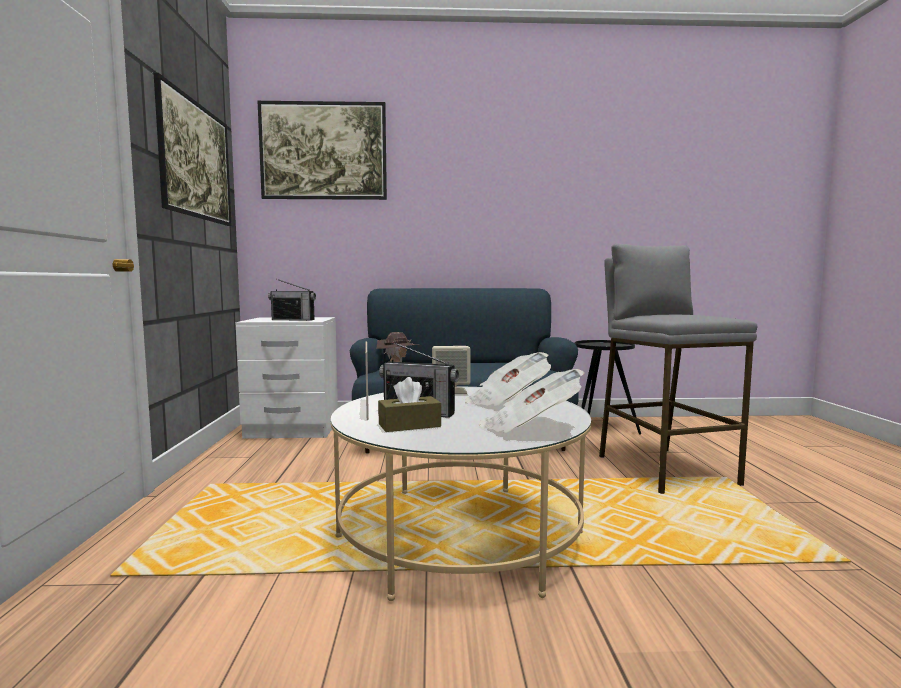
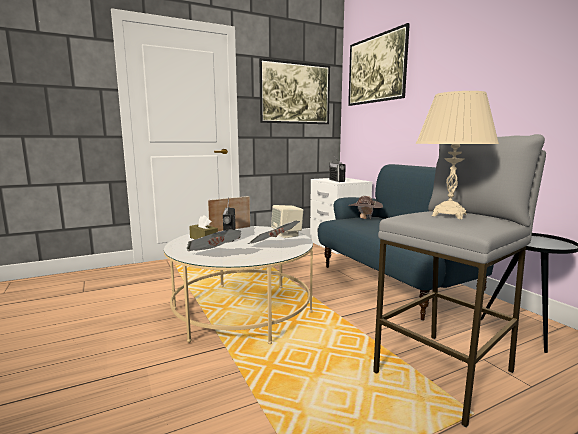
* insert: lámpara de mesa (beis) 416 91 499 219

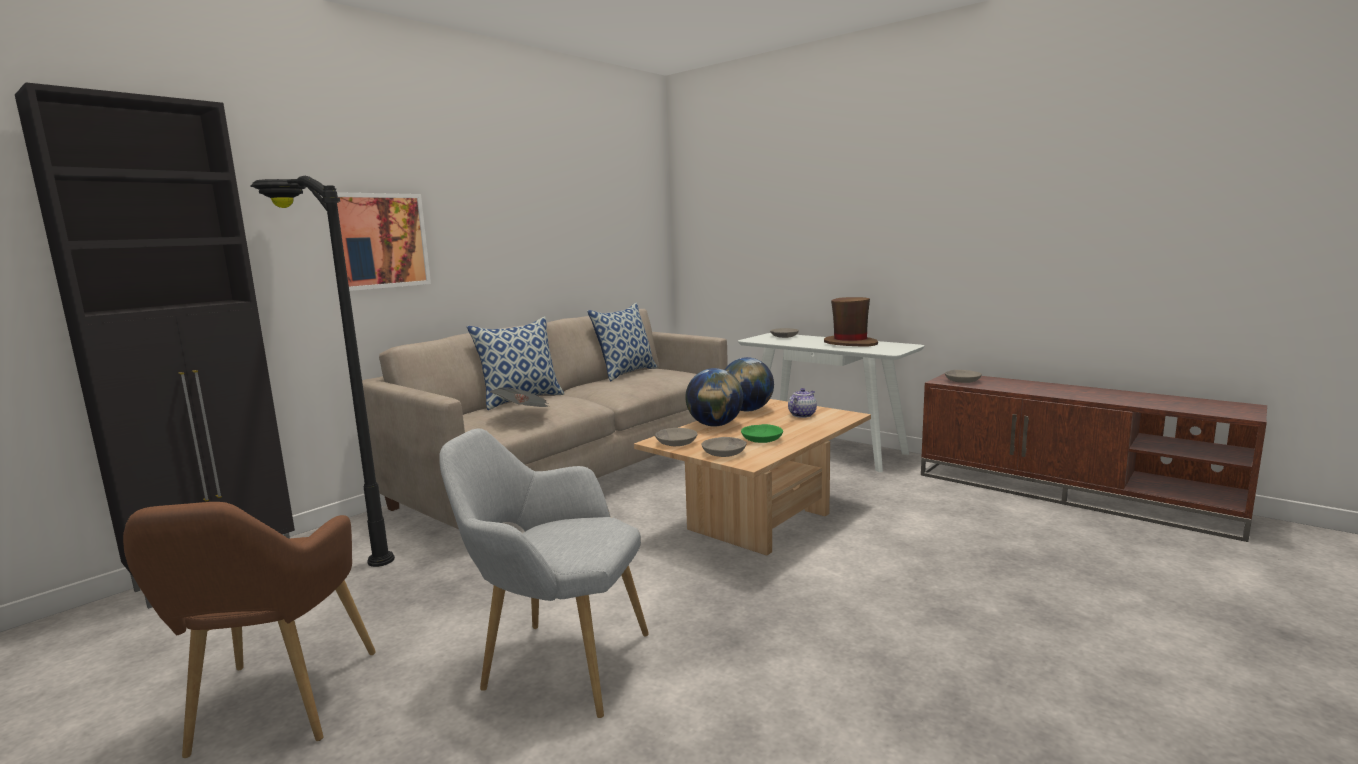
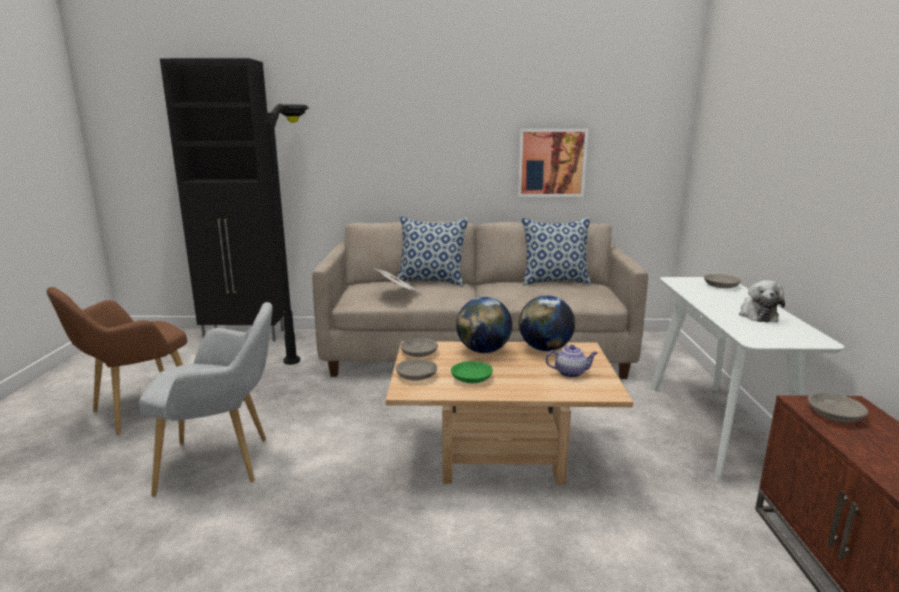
* rotate: sillón (gris) 439 429 649 718 = 139 302 273 497 105 degrees clockwise
* move: cuadro 337 192 431 291 to 518 129 588 197
* replace: sombrero (marrón) 824 297 878 346 to peluche 739 280 785 322

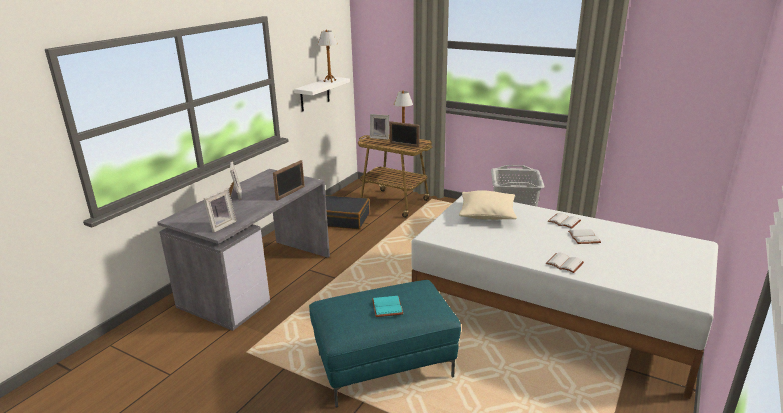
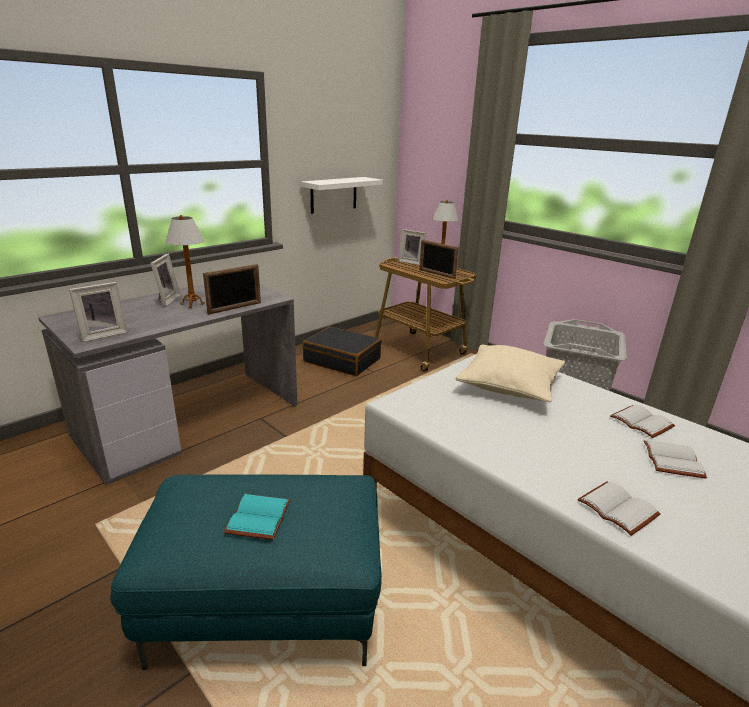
* move: lámpara de mesa 317 30 338 83 to 165 215 205 308

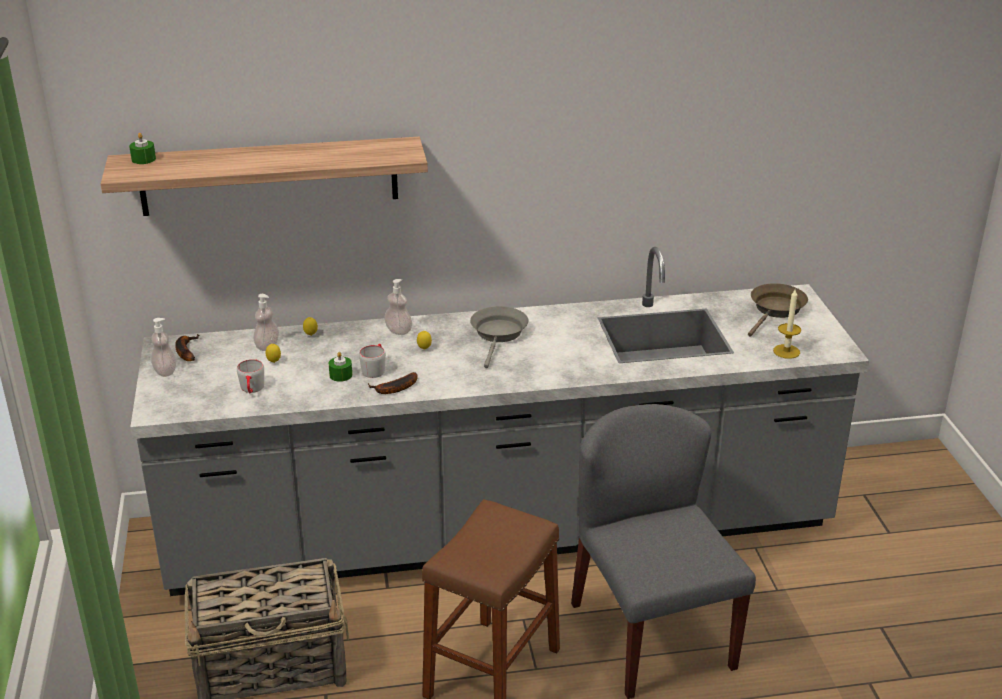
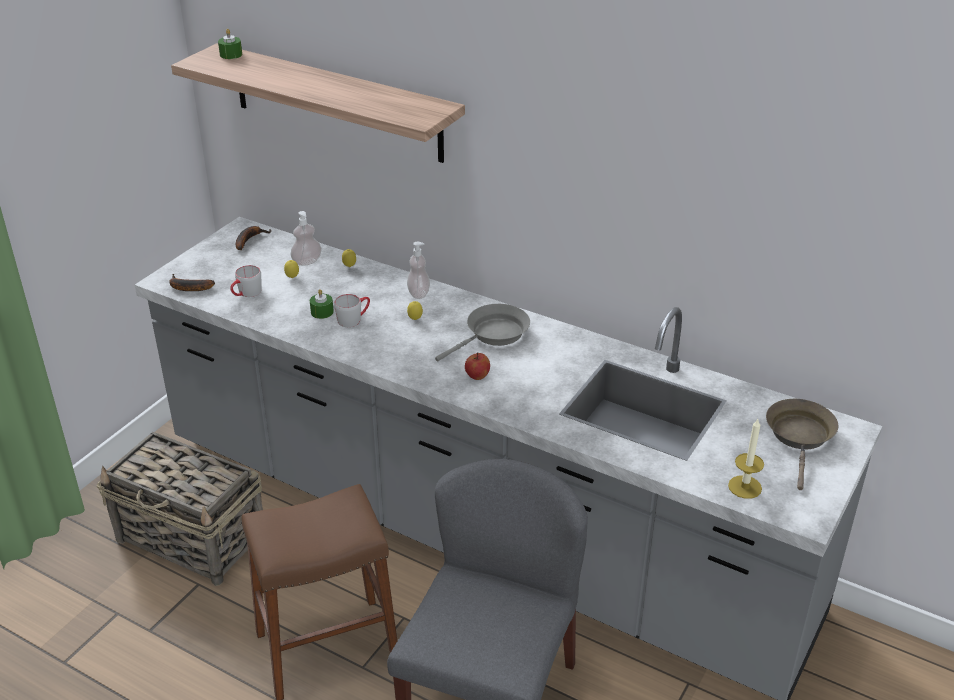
* move: plátano 368 372 418 394 to 169 274 215 291
* insert: manzana 465 352 490 380
* rotate: sartén (marrón) 748 283 808 336 = 766 399 838 490 60 degrees counterclockwise
* delete: dispensador de jabón 151 318 176 377

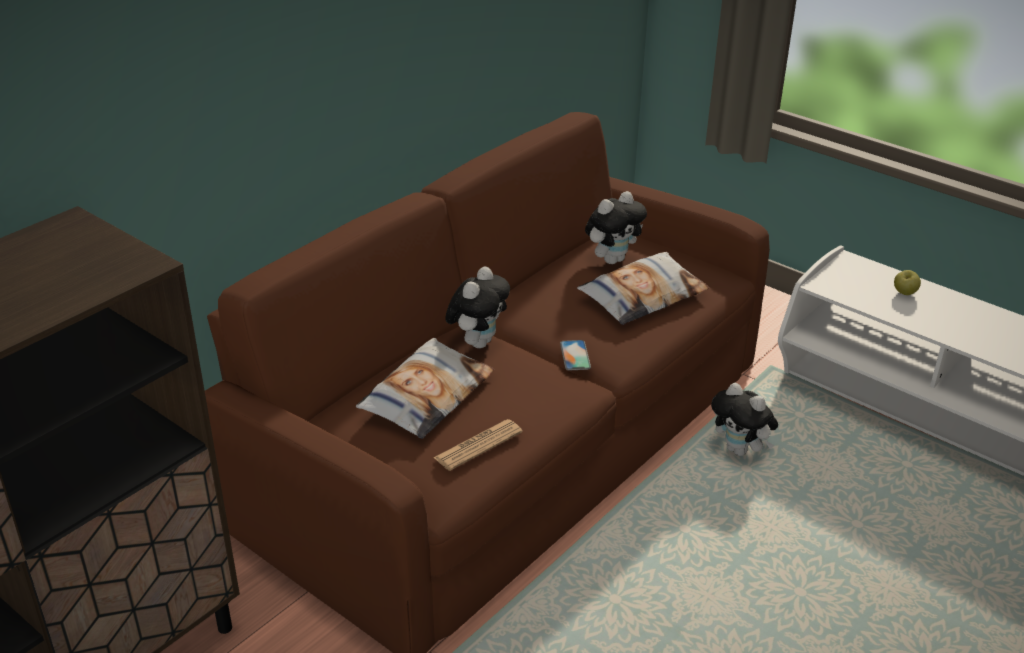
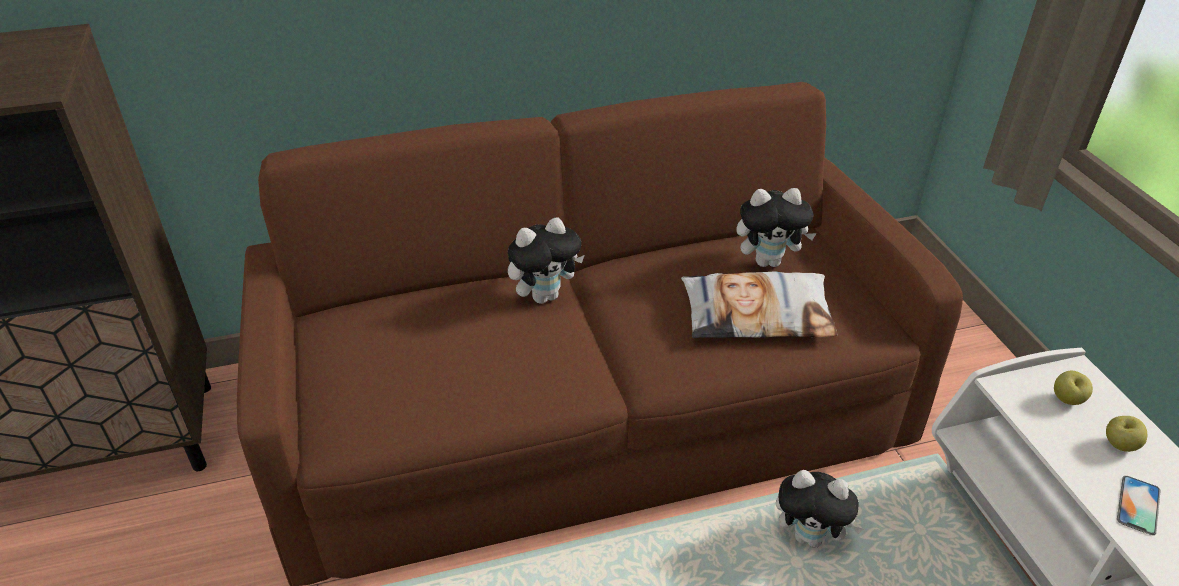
* rotate: peluche 711 383 778 456 = 776 470 864 548 60 degrees counterclockwise
* insert: manzana 1054 371 1093 405
* move: móvil 560 340 591 371 to 1117 476 1160 535
* delete: cojín 356 338 494 439
* delete: periódico 433 419 523 471

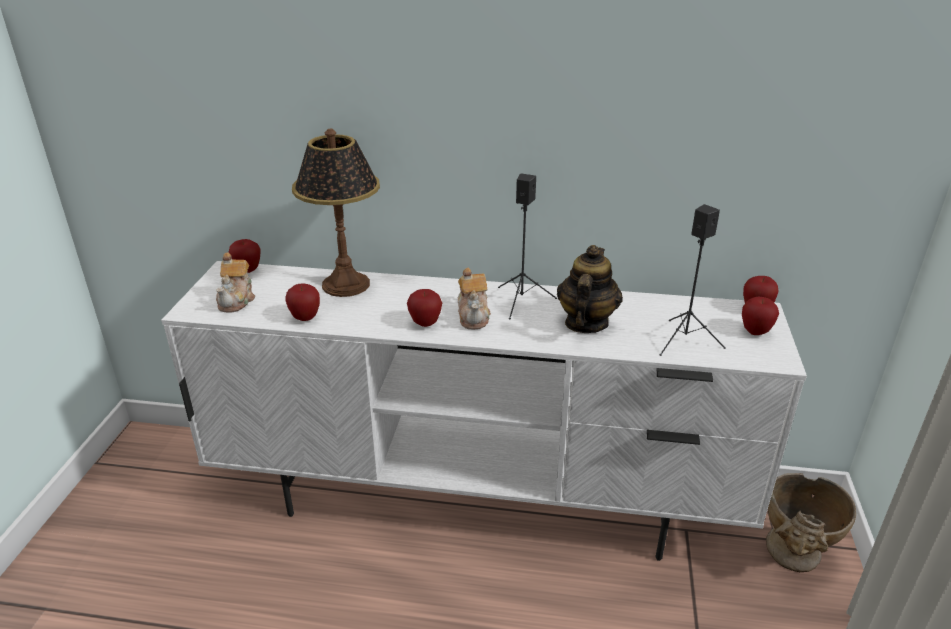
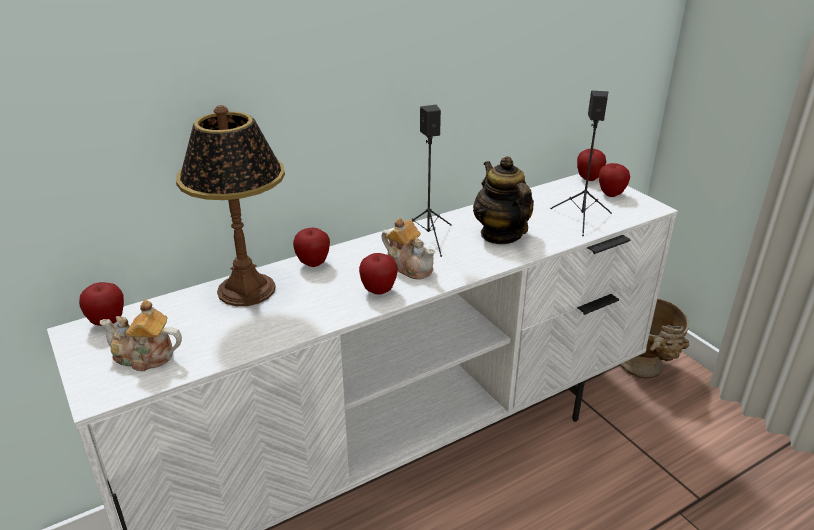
* rotate: tetera 216 253 255 313 = 100 299 182 371 135 degrees clockwise
* move: manzana 285 283 320 321 to 293 227 330 267

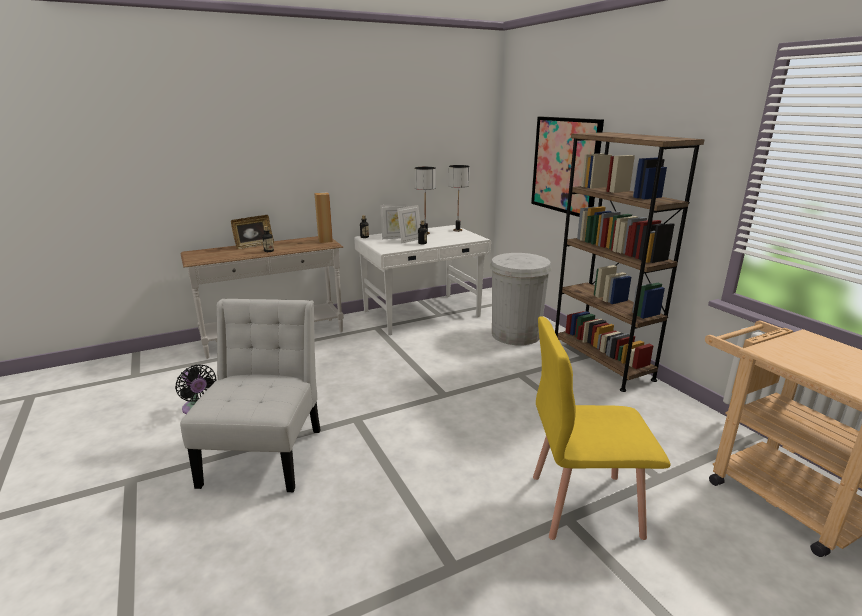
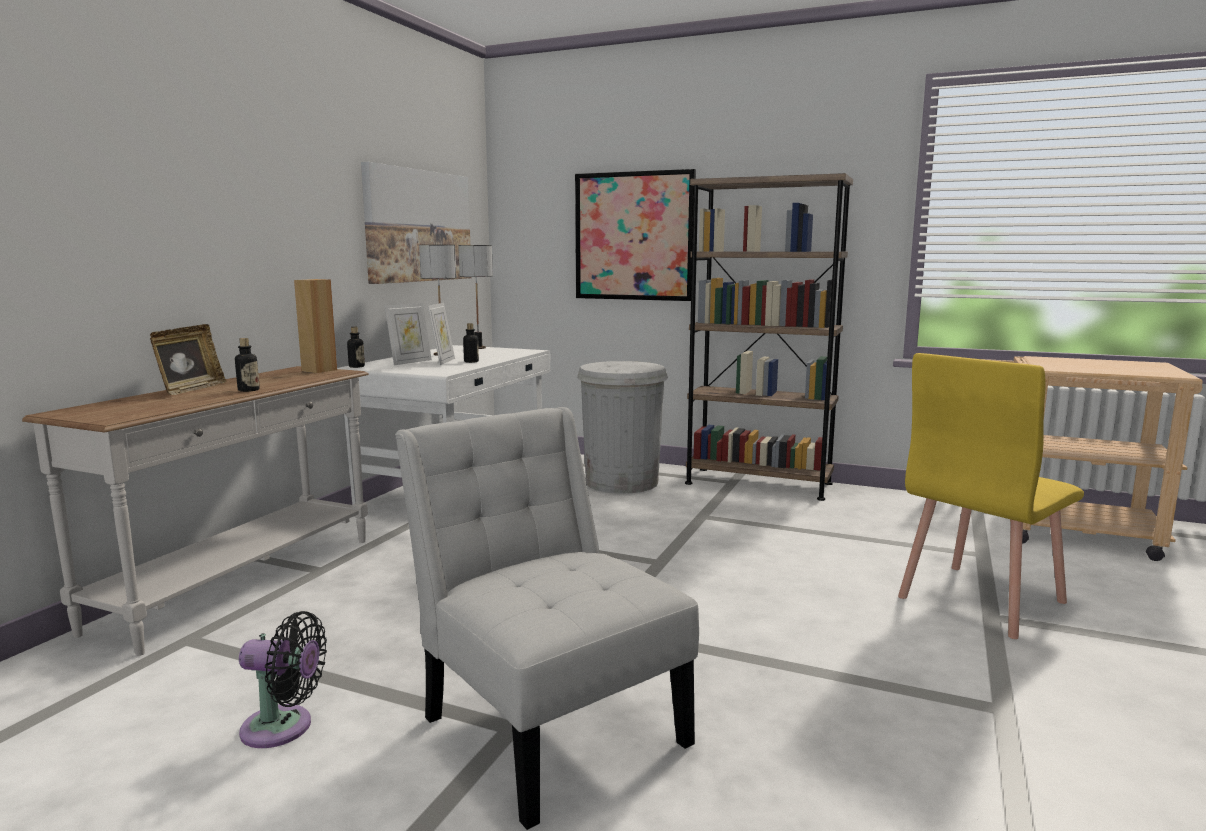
* insert: cuadro 361 162 472 284

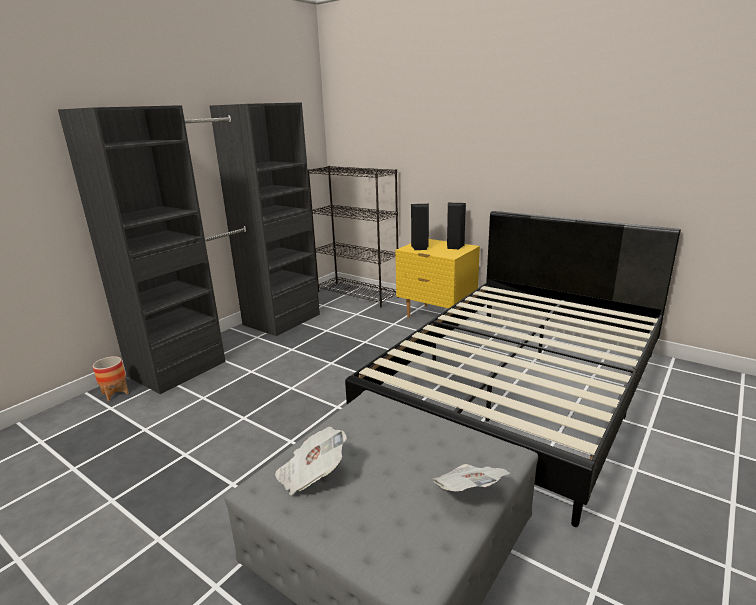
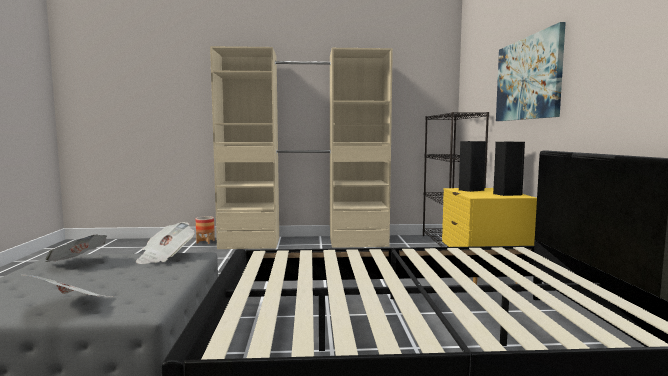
* insert: periódico 136 222 195 264
* recolor: armario ropero (negro) 58 102 320 394 to armario ropero (beis) 210 46 393 249
* insert: cuadro 496 22 566 121

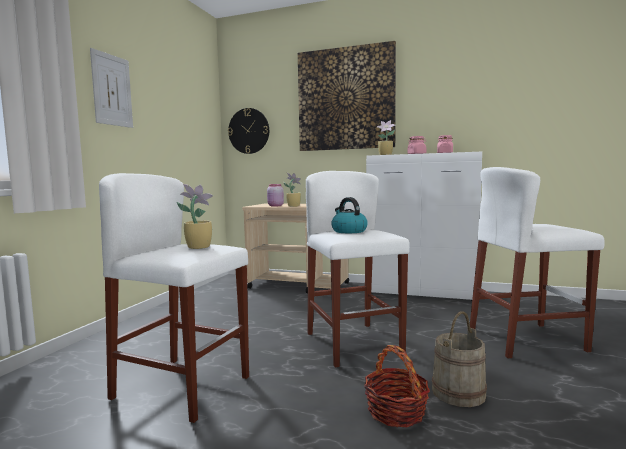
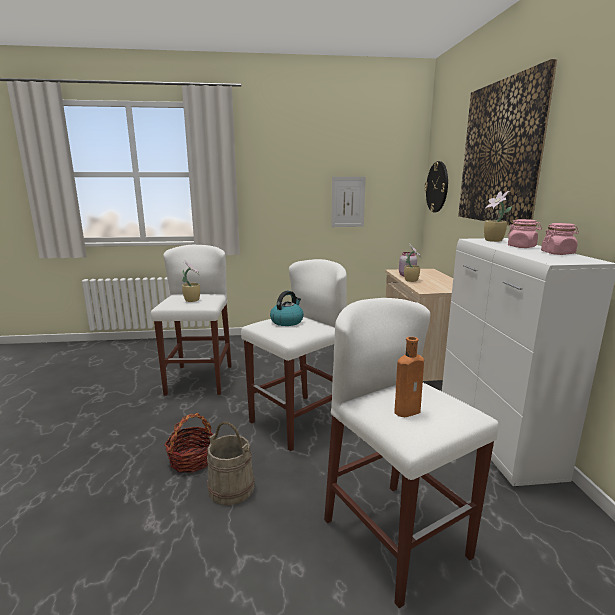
* move: cuadro 90 48 133 128 to 331 177 366 227
* insert: botella (naranja) 394 337 424 417

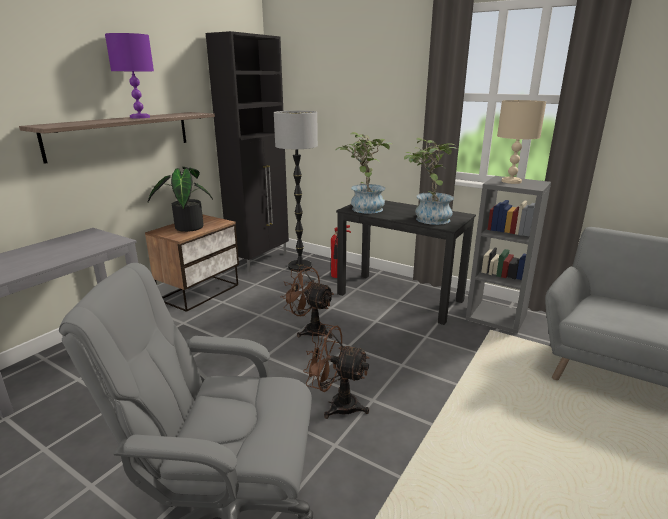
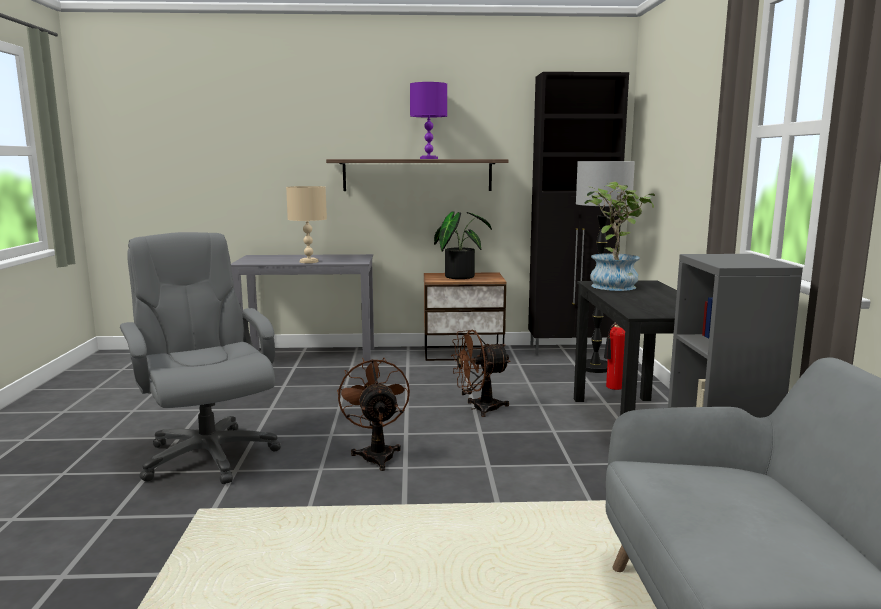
* move: lámpara de mesa (beis) 497 100 546 184 to 286 186 327 263
* rotate: ventilador (marrón) 280 265 334 338 = 451 330 510 417 105 degrees counterclockwise
* delete: planta en maceta 404 138 458 225

